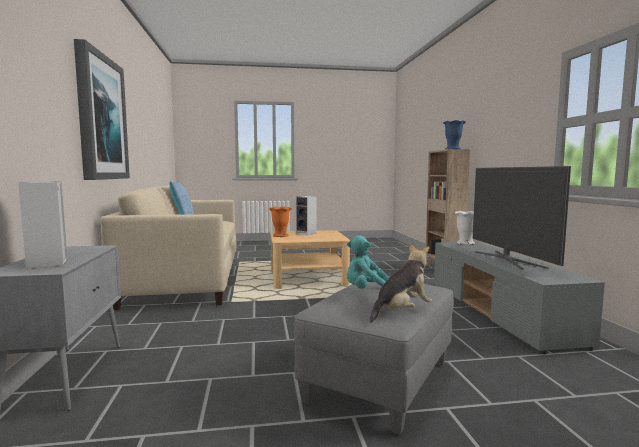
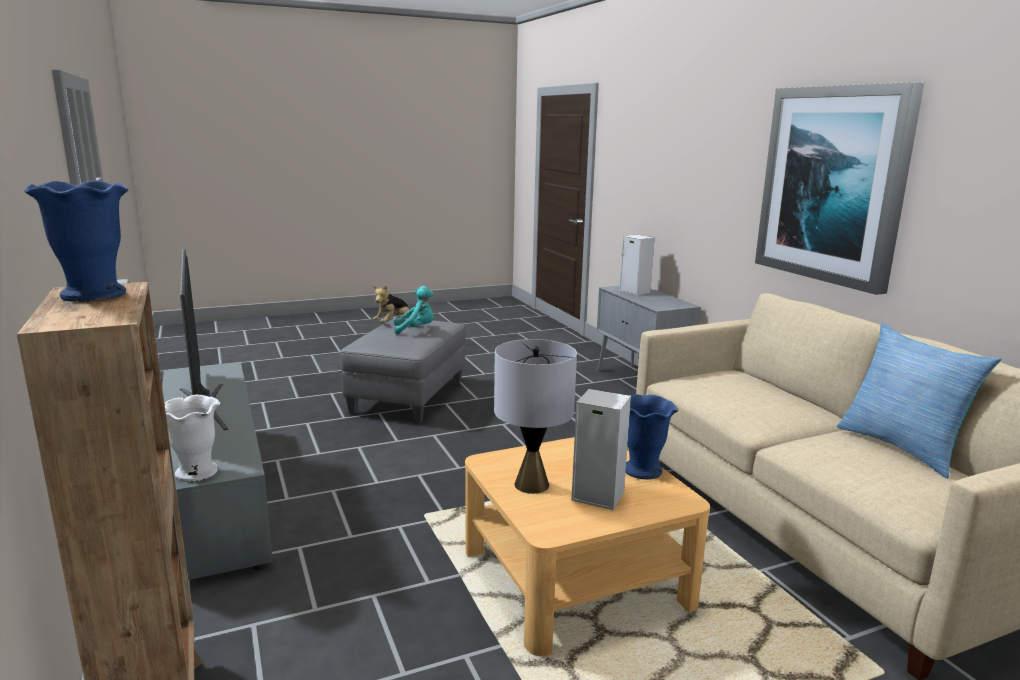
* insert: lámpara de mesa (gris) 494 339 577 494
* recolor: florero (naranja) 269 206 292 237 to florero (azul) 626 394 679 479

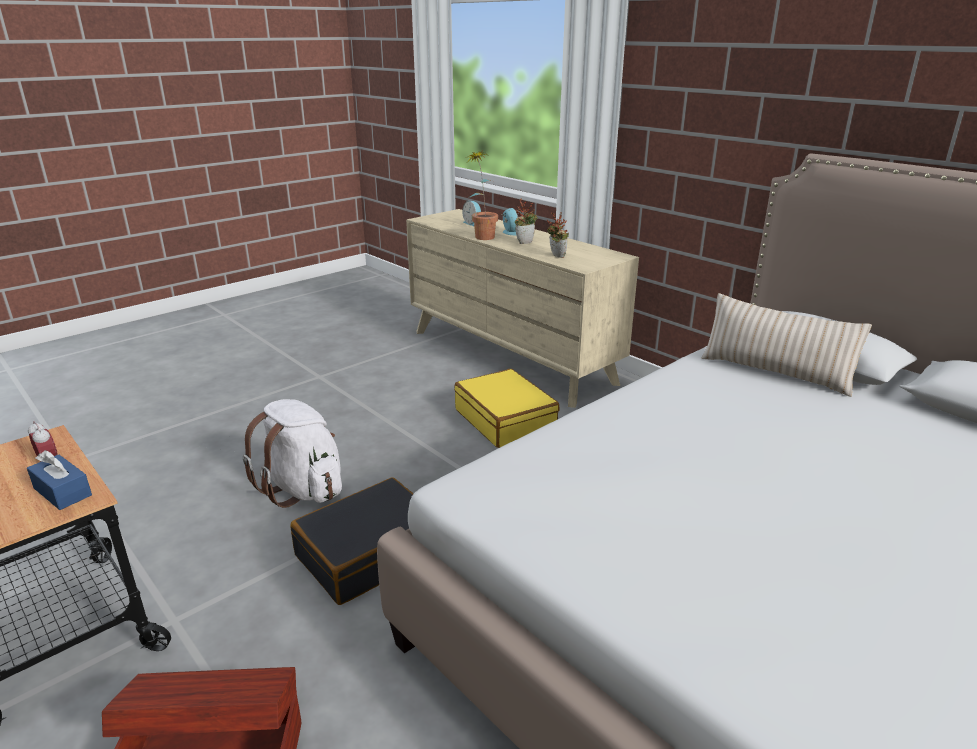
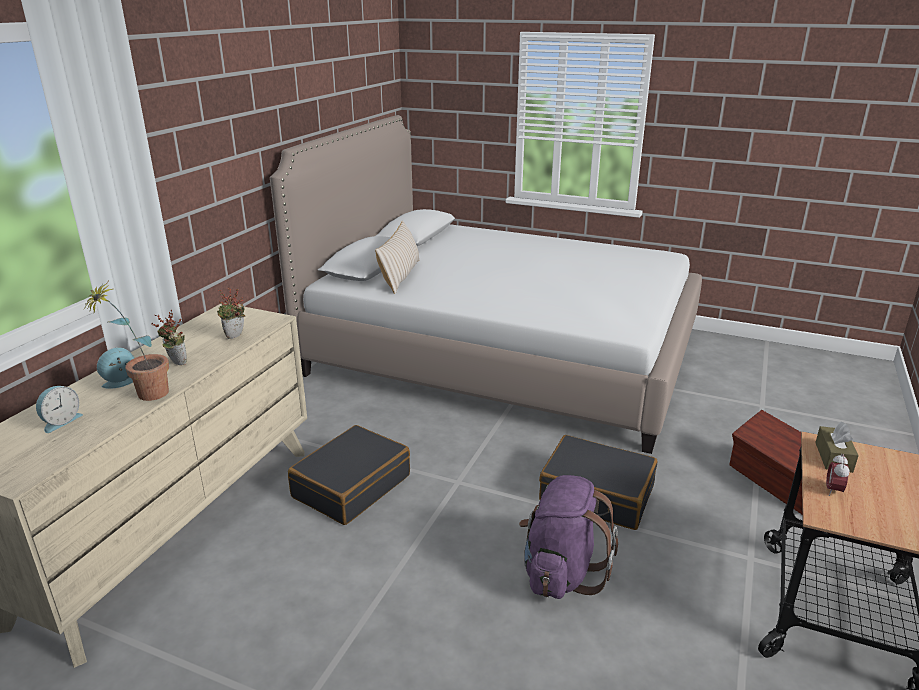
* recolor: maleta (amarillo) 454 369 559 448 to maleta (negro) 288 425 410 525
* recolor: mochila (blanco) 243 399 342 508 to mochila (morado) 519 475 618 599
* recolor: caja de pañuelos (azul) 27 450 92 510 to caja de pañuelos (marrón) 815 421 859 473

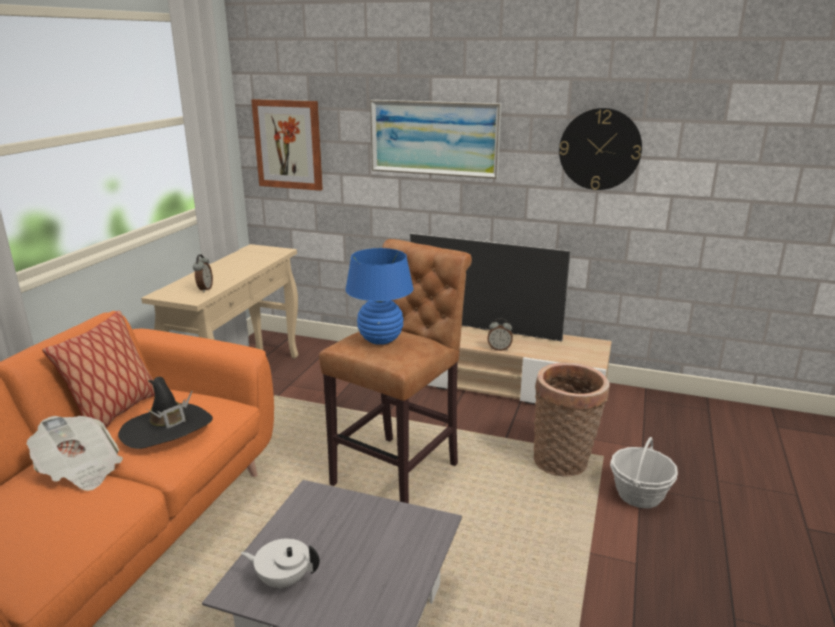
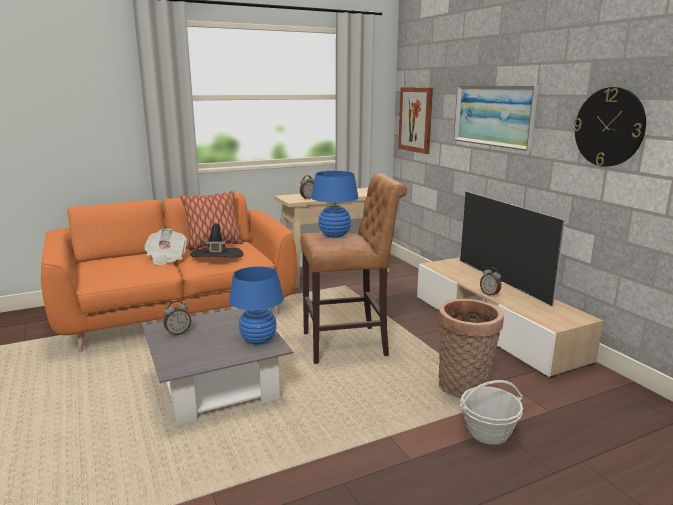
* replace: tetera (blanco) 241 538 320 590 to despertador 163 301 191 336
* insert: lámpara de mesa (azul) 229 267 284 345

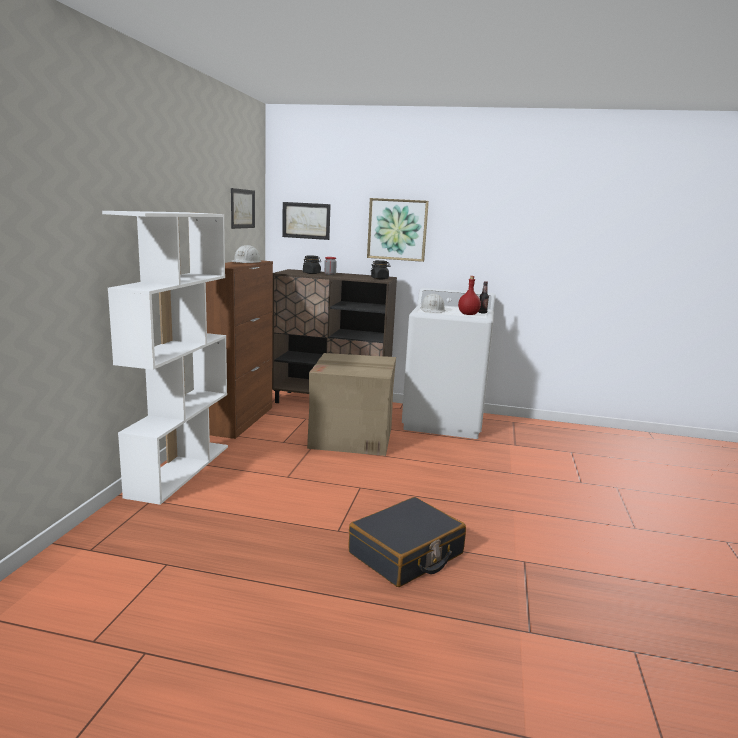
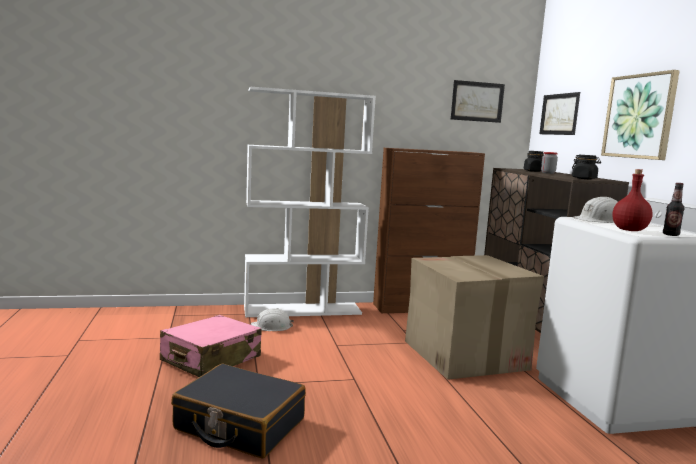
* insert: maleta (rosa) 160 315 261 377
* move: casco (blanco) 231 245 261 263 to 251 308 294 331

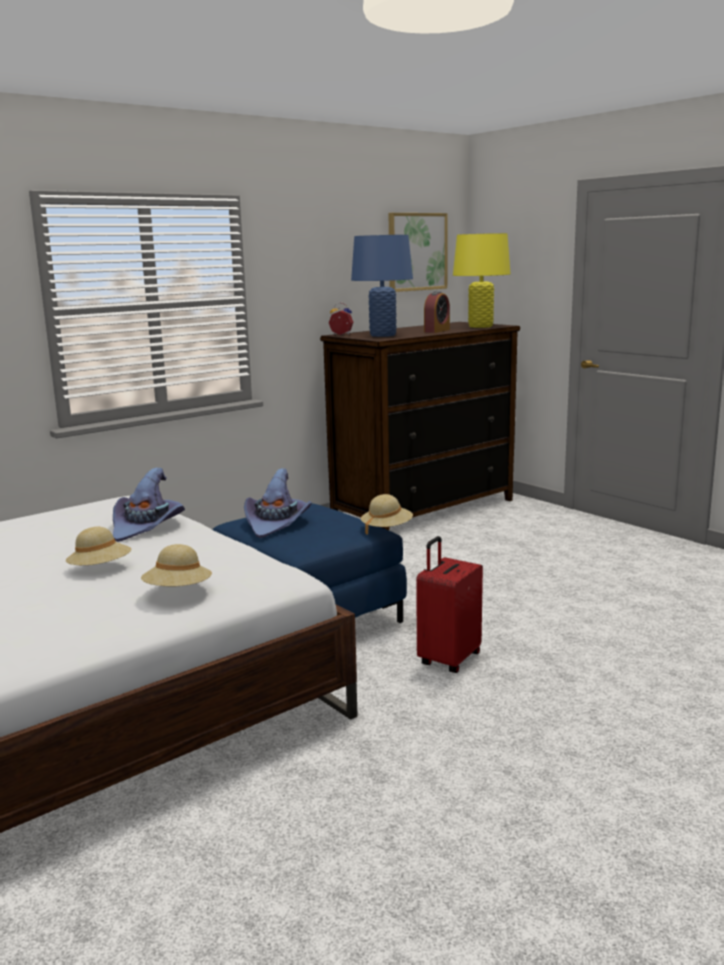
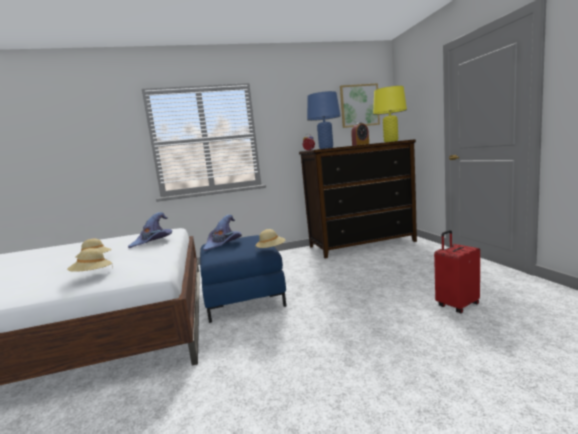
* move: maleta (rojo) 416 536 483 673 to 434 230 480 314

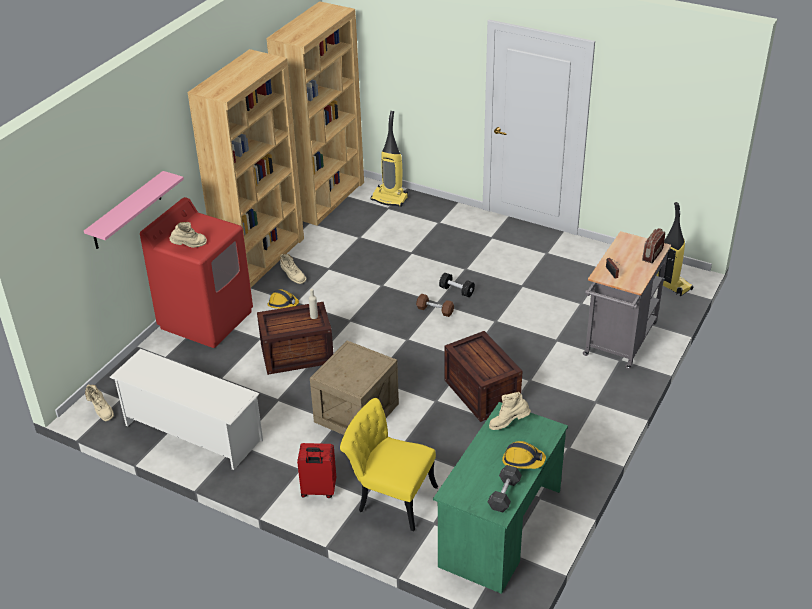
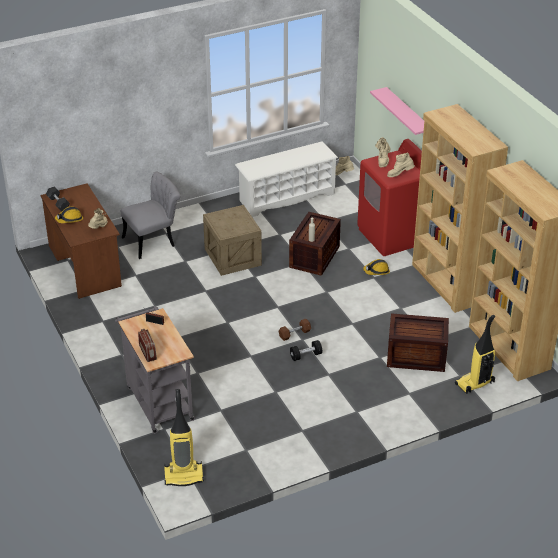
* recolor: escritorio (verde) 433 402 568 594 to escritorio (marrón) 40 183 122 299
* recolor: silla (amarillo) 340 398 438 532 to silla (gris) 121 172 181 259
* move: bota (beis) 280 254 307 284 to 387 153 415 177
* move: caja de embalaje 444 331 522 422 to 387 313 449 372
* delete: maleta (rojo) 297 443 336 498

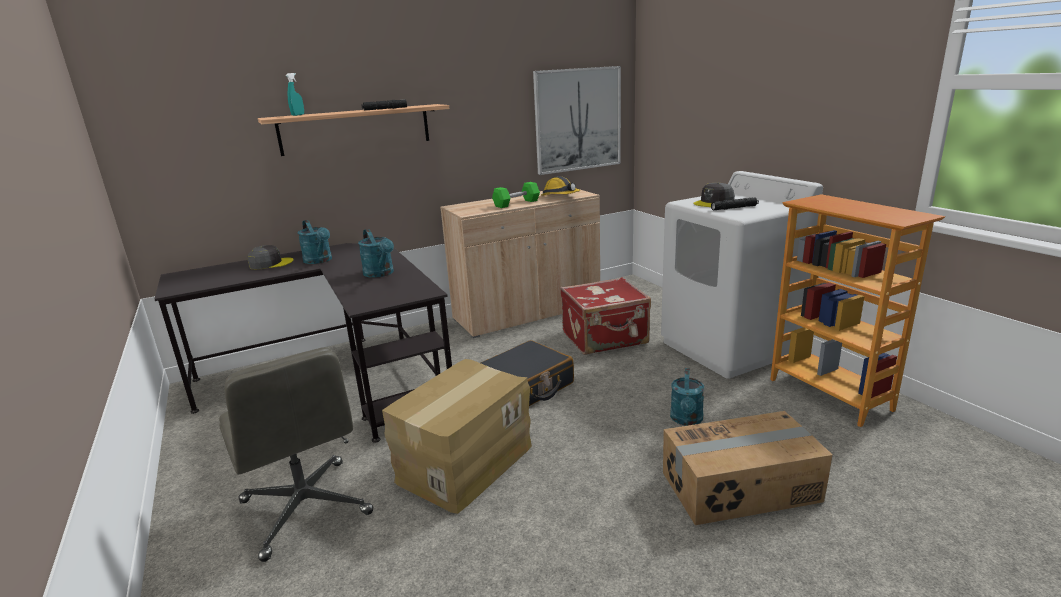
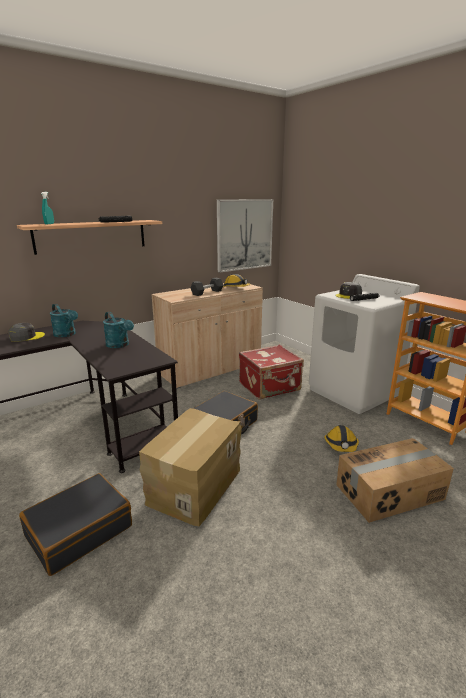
* replace: silla de oficina (gris) 219 347 373 562 to maleta (negro) 19 473 132 576
* recolor: mancuerna (verde) 492 182 540 208 to mancuerna (gris) 190 278 223 296
* replace: regadera (turquesa) 670 368 704 426 to casco 324 425 359 452

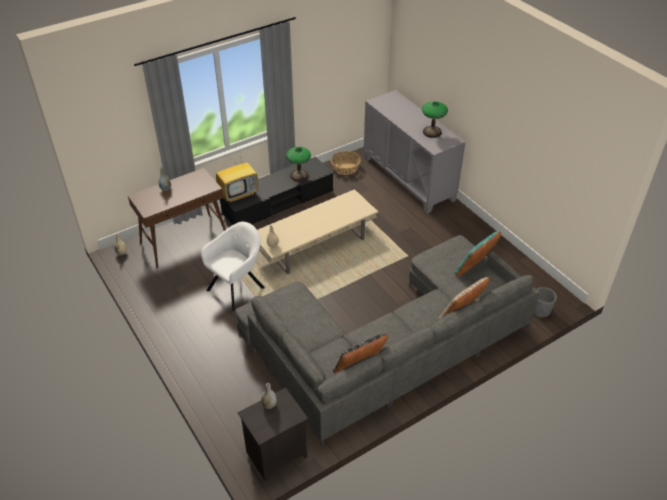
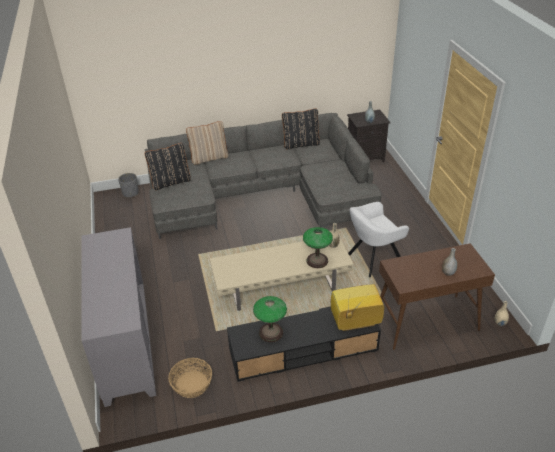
* recolor: cojín (turquesa) 454 231 501 277 to cojín (negro) 145 143 191 190
* move: lámpara de mesa 422 101 448 138 to 303 227 333 268

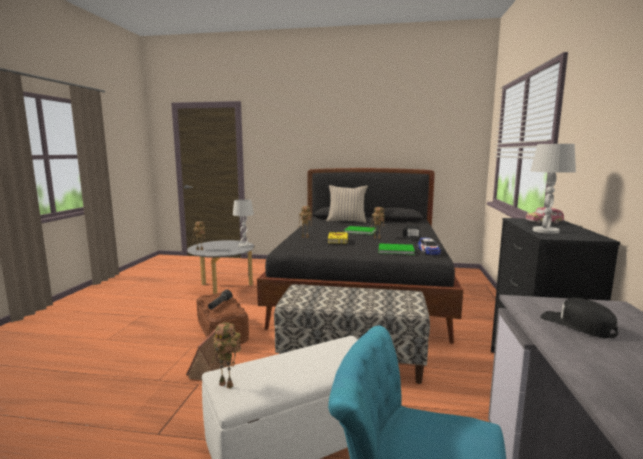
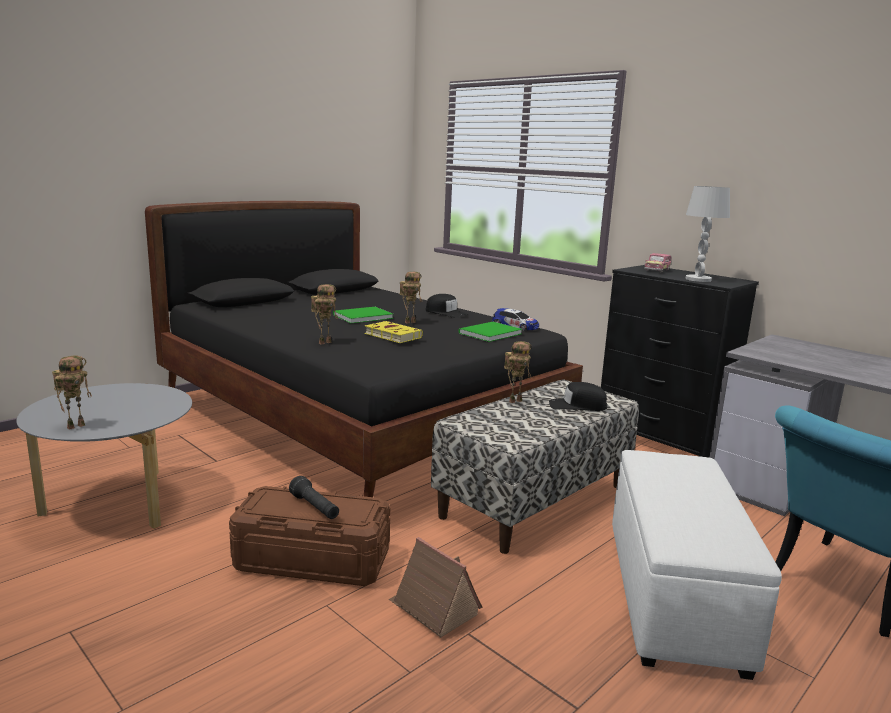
* move: robot de juguete 209 322 241 389 to 504 341 532 403
* move: gorra (negro) 541 298 618 338 to 549 382 607 411
* delete: lámpara de mesa (blanco) 233 199 254 247
* delete: cojín (beis) 326 185 368 223

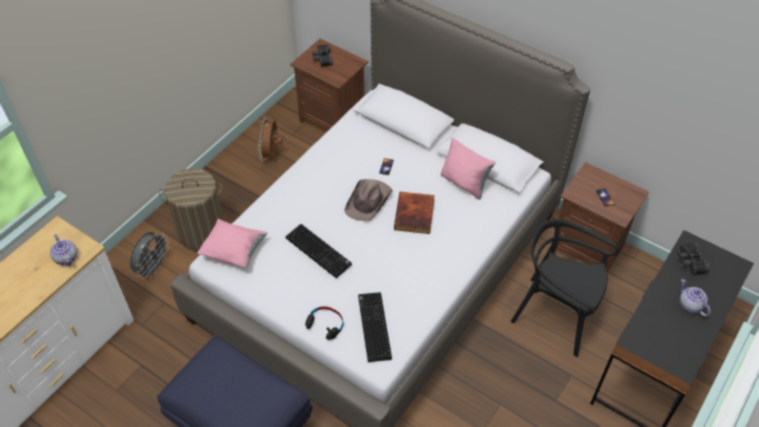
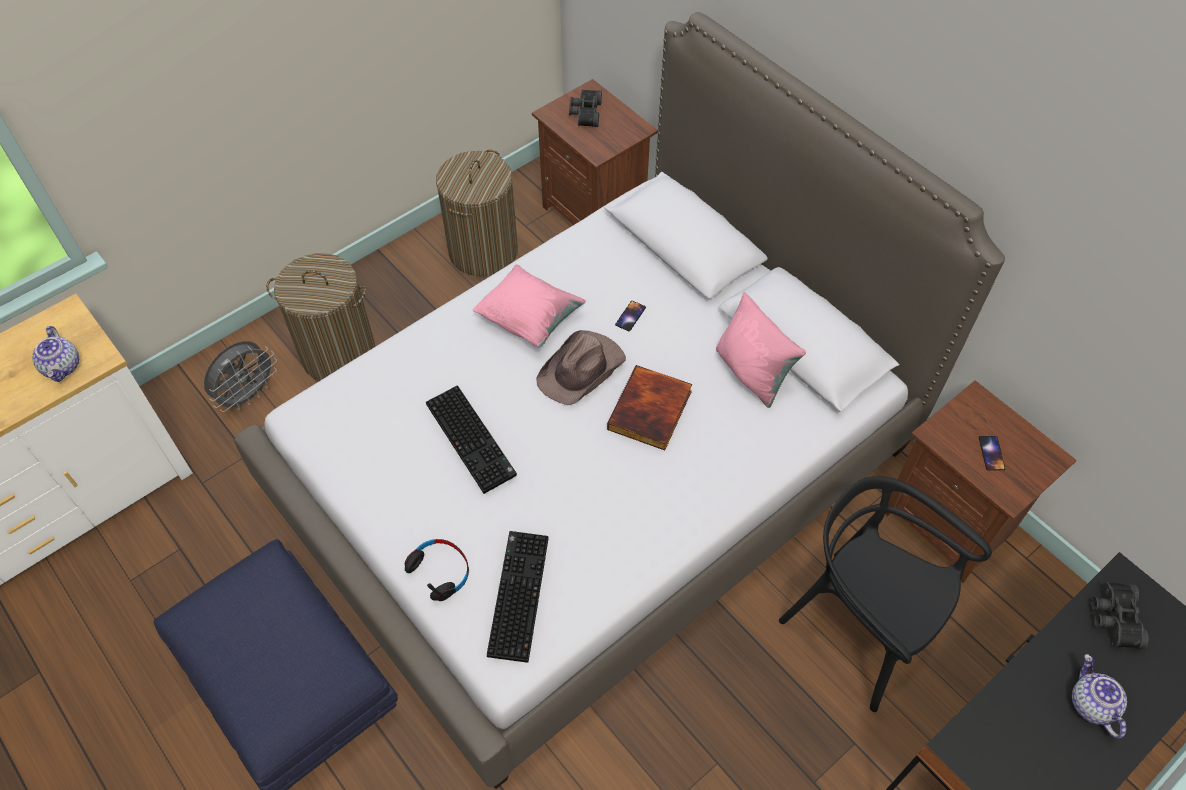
* replace: ventilador (marrón) 258 118 283 161 to cesto de la ropa 436 149 518 276
* move: cojín (rosa) 197 219 268 268 to 473 264 586 348

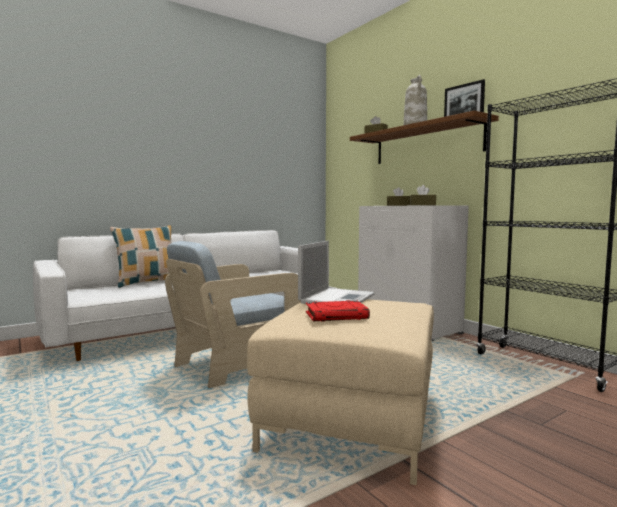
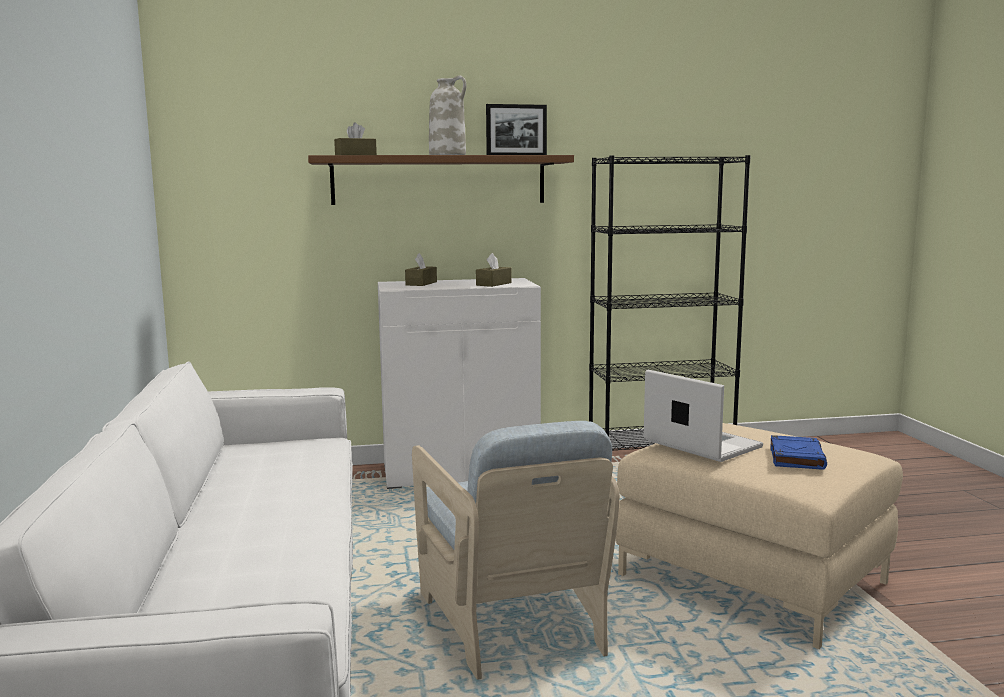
* recolor: libro (rojo) 306 300 370 321 to libro (azul) 770 435 827 470
* delete: cojín 110 225 172 288

